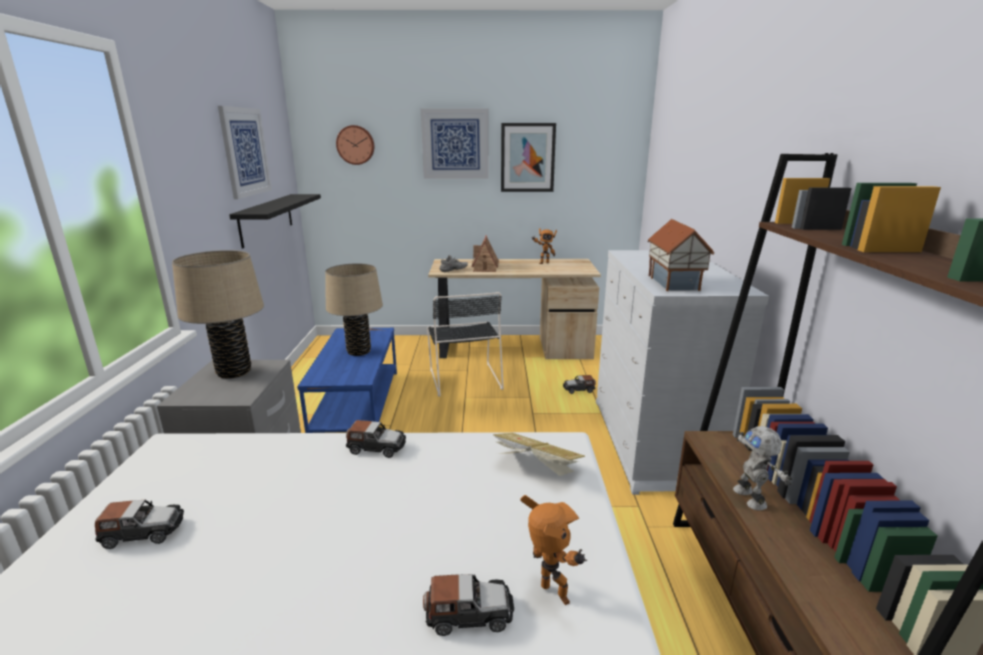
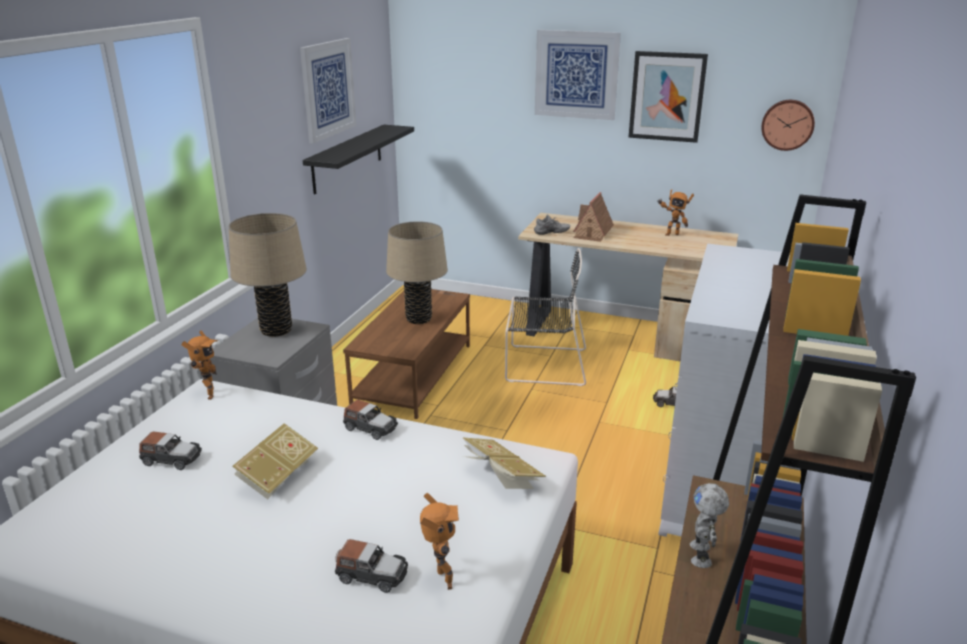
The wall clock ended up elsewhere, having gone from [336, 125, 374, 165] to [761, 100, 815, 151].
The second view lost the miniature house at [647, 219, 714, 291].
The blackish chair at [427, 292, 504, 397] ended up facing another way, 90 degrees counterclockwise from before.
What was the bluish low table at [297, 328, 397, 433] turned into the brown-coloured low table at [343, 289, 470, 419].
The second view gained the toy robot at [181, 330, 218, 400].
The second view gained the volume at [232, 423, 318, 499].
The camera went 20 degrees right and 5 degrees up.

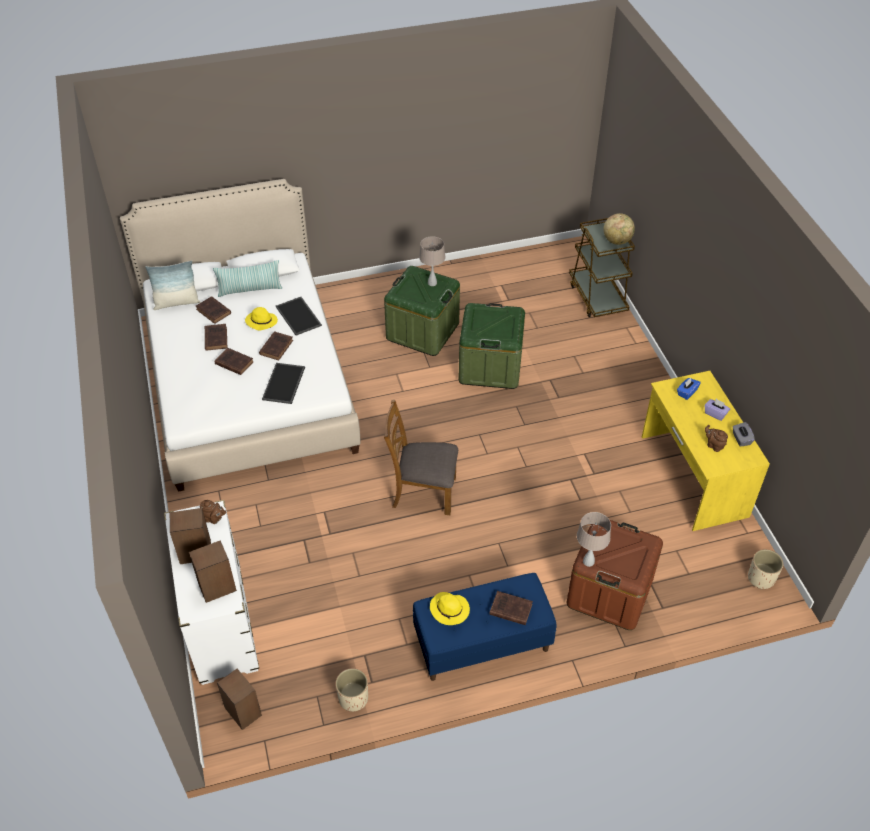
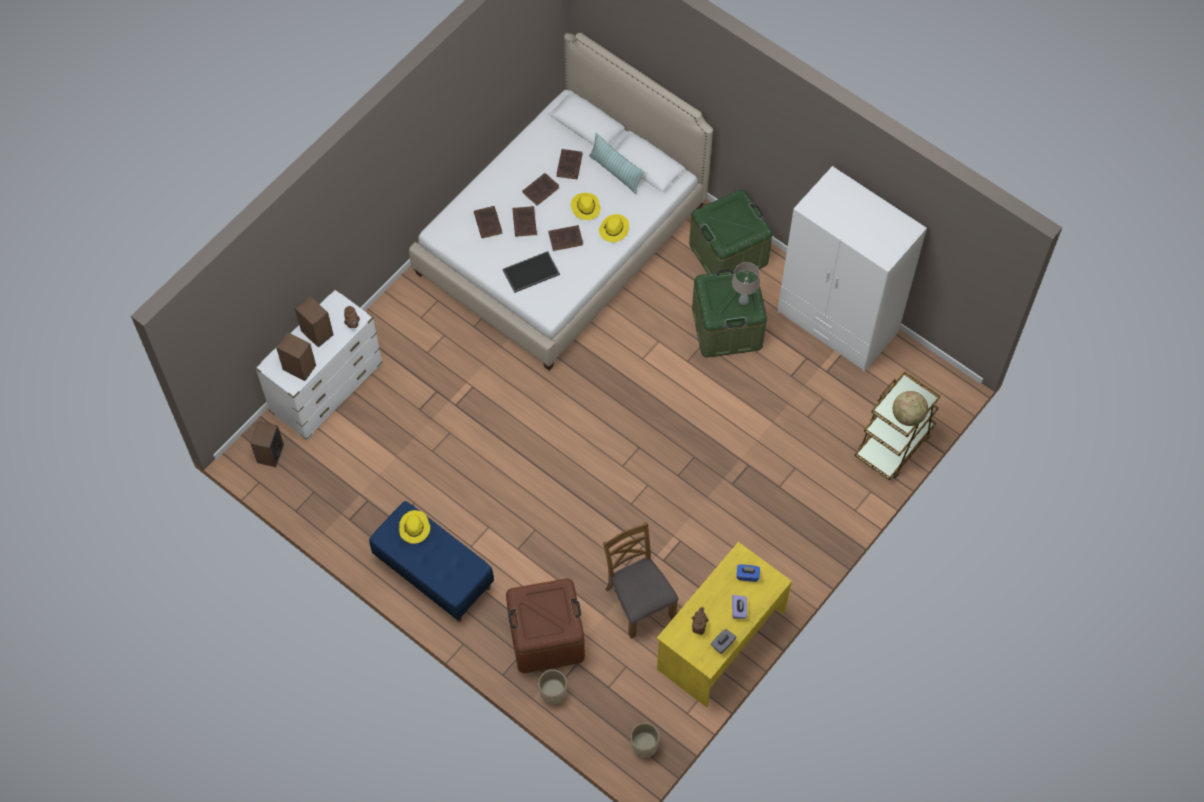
The second view lost the pillow at [145, 260, 200, 310].
Where the serving tray stood at [276, 297, 322, 335], the yellow wearable hat came to stand at [599, 214, 629, 242].
The greenish storage box ended up elsewhere, having gone from [458, 303, 525, 389] to [689, 190, 773, 274].
The brown-coloured chair ended up elsewhere, having gone from [384, 400, 458, 515] to [603, 522, 678, 639].
The second view lost the beige tabletop lamp at [577, 512, 611, 567].
The brown-coloured volume ended up elsewhere, having gone from [489, 591, 533, 625] to [474, 206, 502, 238].
The beige flower pot ended up elsewhere, having gone from [335, 668, 368, 712] to [538, 670, 567, 705].
The second view gained the white-coloured clothes cupboard at [777, 166, 927, 372].
The camera went 55 degrees right and 15 degrees up.

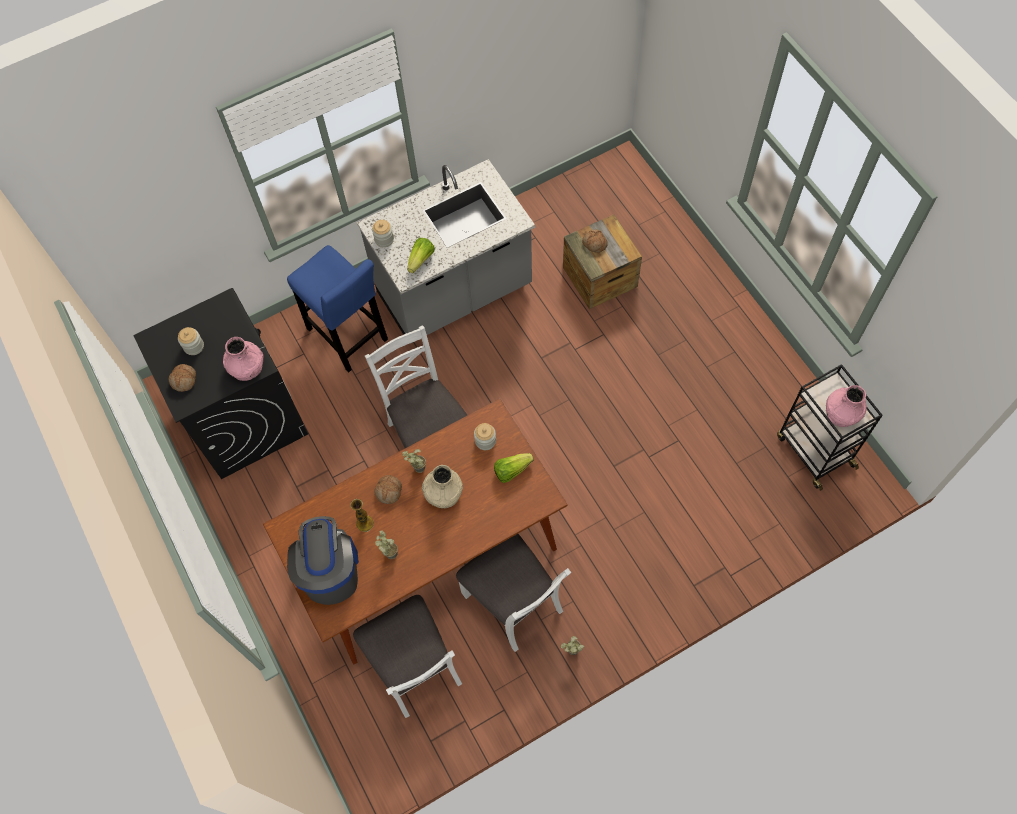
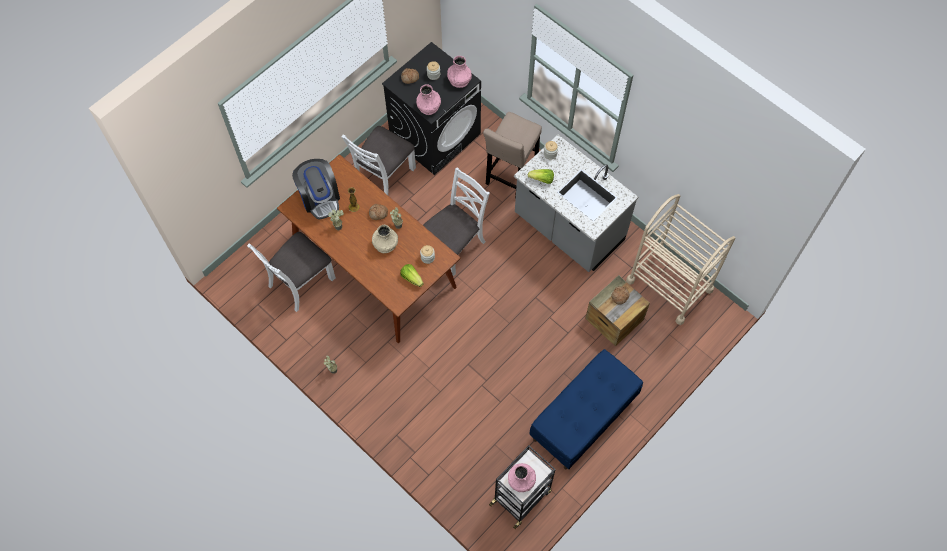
What was the bluish stool seat at [287, 245, 388, 372] turned into the beige stool seat at [483, 112, 542, 198].
The coffee maker at [287, 516, 359, 605] ended up facing another way, 90 degrees clockwise from before.
The white-coloured chair ended up elsewhere, having gone from [456, 534, 571, 652] to [342, 126, 416, 195].
The second view gained the pinkish vase at [447, 56, 472, 88].
The second view gained the beige trolley at [626, 194, 735, 325].
The second view gained the bluish indoor bench at [529, 349, 643, 469].
The camera went 70 degrees right and 0 degrees up.

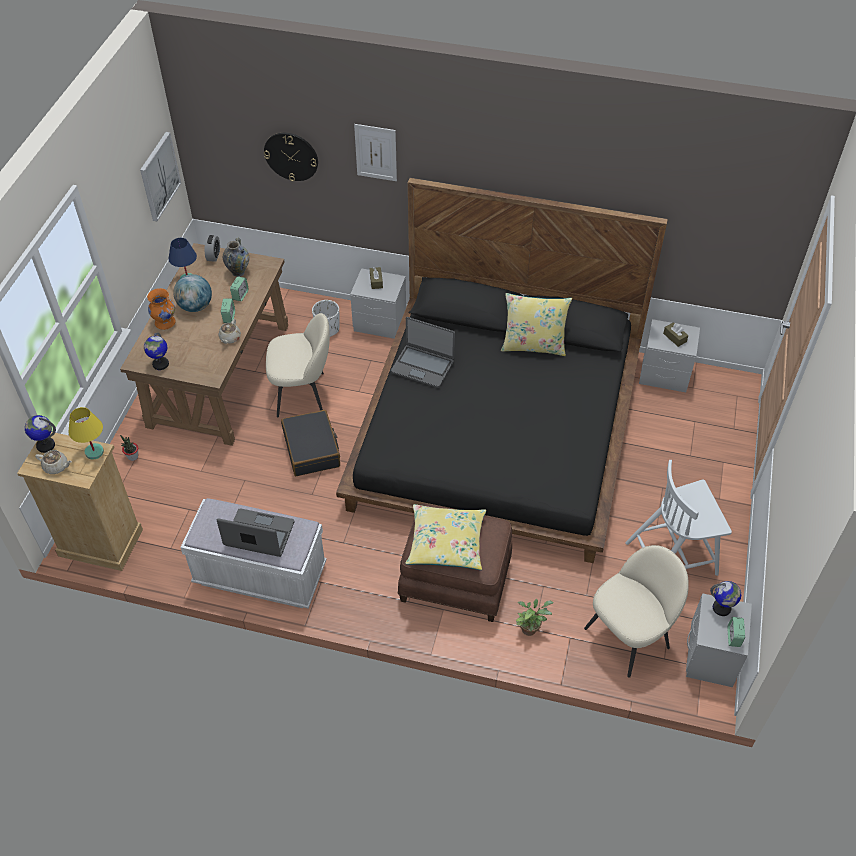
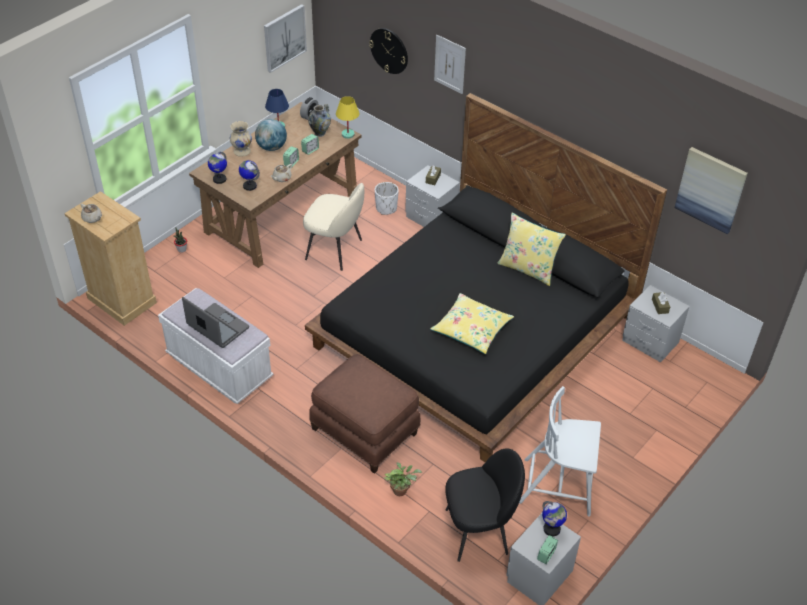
What was the orange-coloured vase at [147, 288, 175, 330] turned into the beige vase at [230, 121, 252, 157].
The second view lost the laptop at [391, 317, 455, 388].
The yellow tabletop lamp ended up elsewhere, having gone from [69, 407, 104, 459] to [336, 96, 359, 139].
The second view lost the blackish suitcase at [281, 410, 340, 476].
The globe ended up elsewhere, having gone from [25, 415, 56, 453] to [239, 160, 260, 191].
The yellow pillow ended up elsewhere, having gone from [405, 504, 486, 570] to [430, 293, 514, 354].
What was the beige chair at [584, 545, 689, 678] turned into the blackish chair at [445, 448, 525, 562].
The second view gained the wall art at [675, 147, 748, 234].
The camera went 25 degrees right and 5 degrees down.

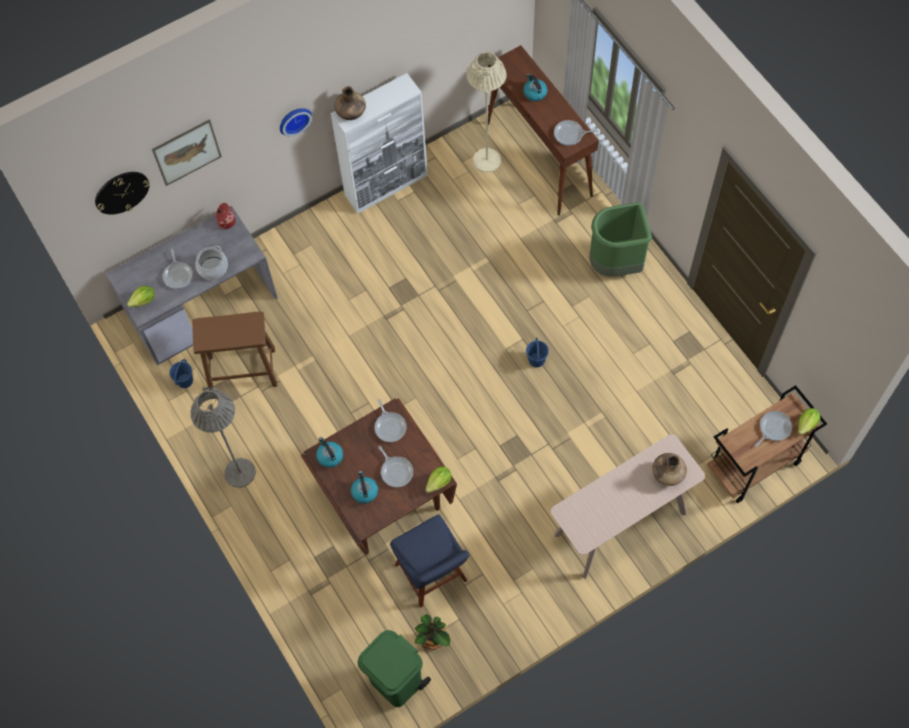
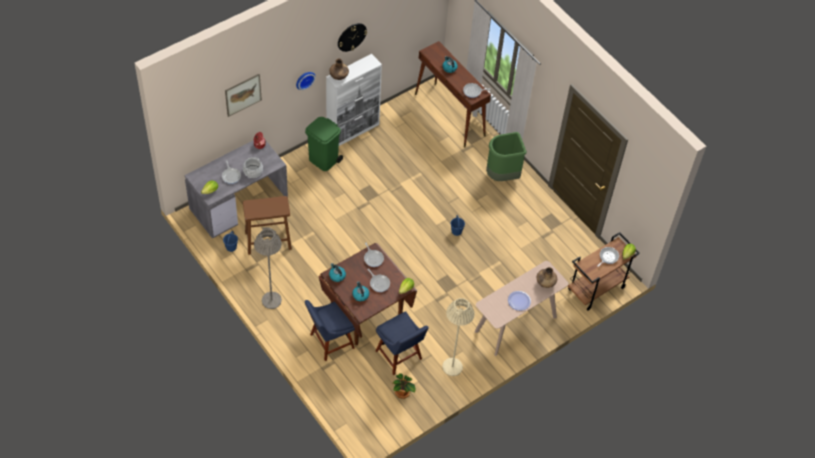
The beige standing lamp ended up elsewhere, having gone from [467, 52, 507, 172] to [442, 298, 475, 376].
The wall clock ended up elsewhere, having gone from [95, 172, 150, 215] to [338, 23, 367, 52].
The greenish trash can ended up elsewhere, having gone from [357, 630, 431, 707] to [305, 117, 343, 171].
The second view gained the flat dish at [508, 291, 531, 311].
The second view gained the bluish chair at [305, 300, 355, 361].
The camera went 10 degrees left and 10 degrees down.

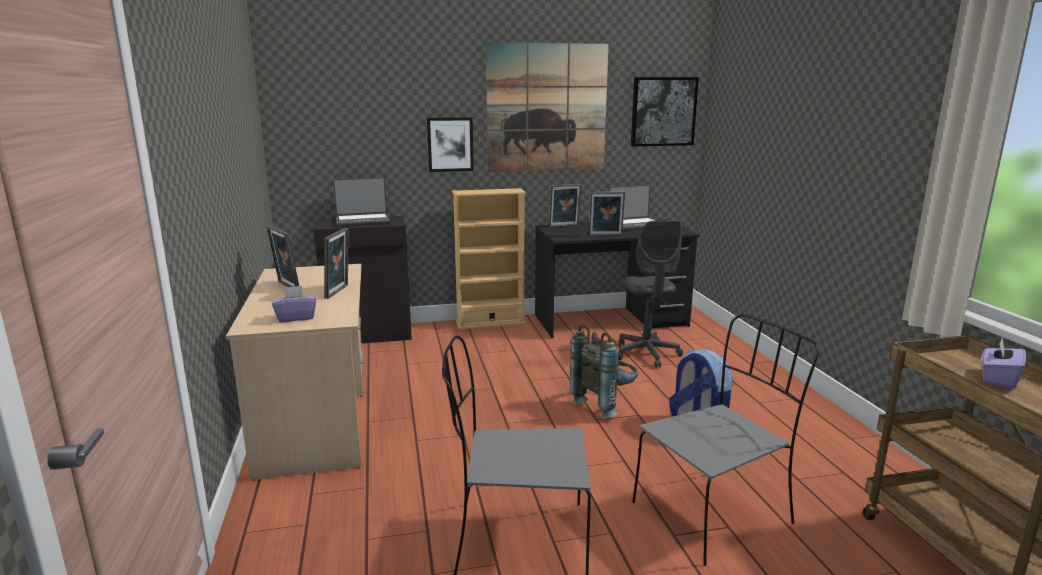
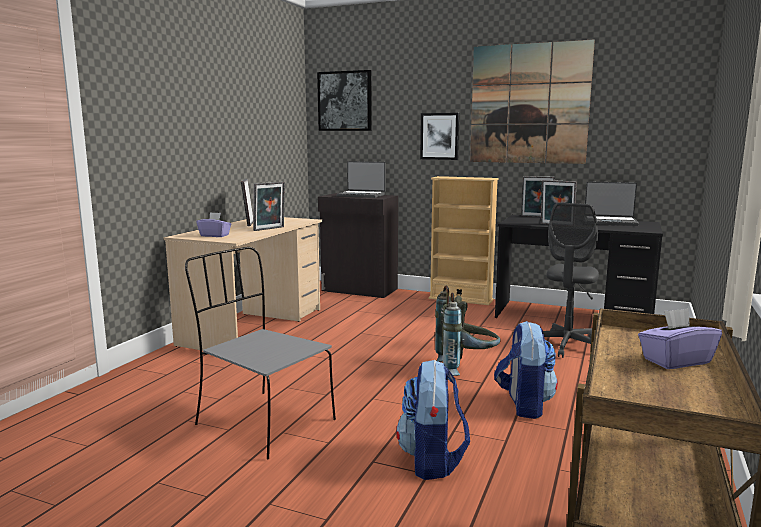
The wall art ended up elsewhere, having gone from [631, 77, 699, 146] to [317, 70, 372, 131].
Where the greyish chair stood at [632, 314, 819, 566], the backpack came to stand at [396, 360, 470, 480].
The camera went 35 degrees right and 5 degrees down.

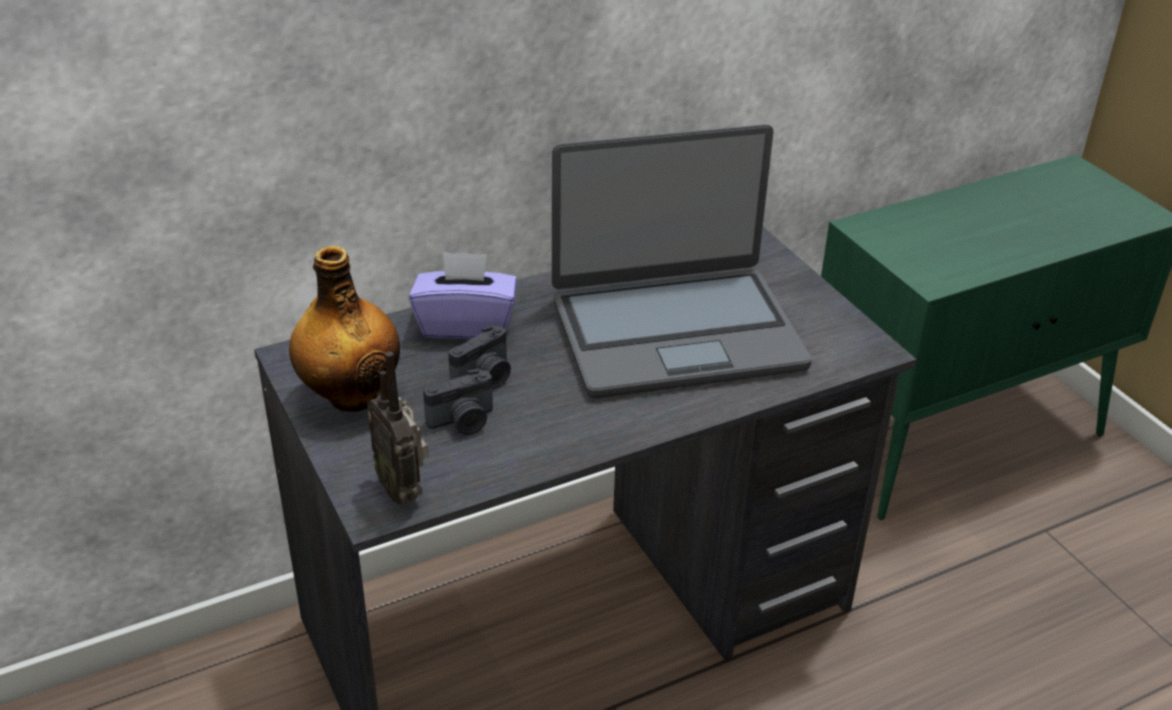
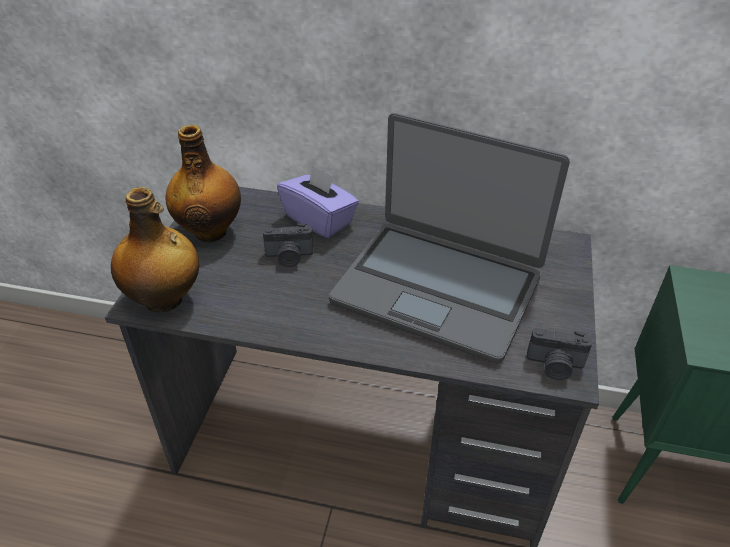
Where the radio stood at [367, 352, 429, 505], the bottle came to stand at [111, 187, 199, 312].
The still camera ended up elsewhere, having gone from [423, 368, 493, 435] to [527, 328, 592, 380].
The camera went 40 degrees right and 5 degrees up.

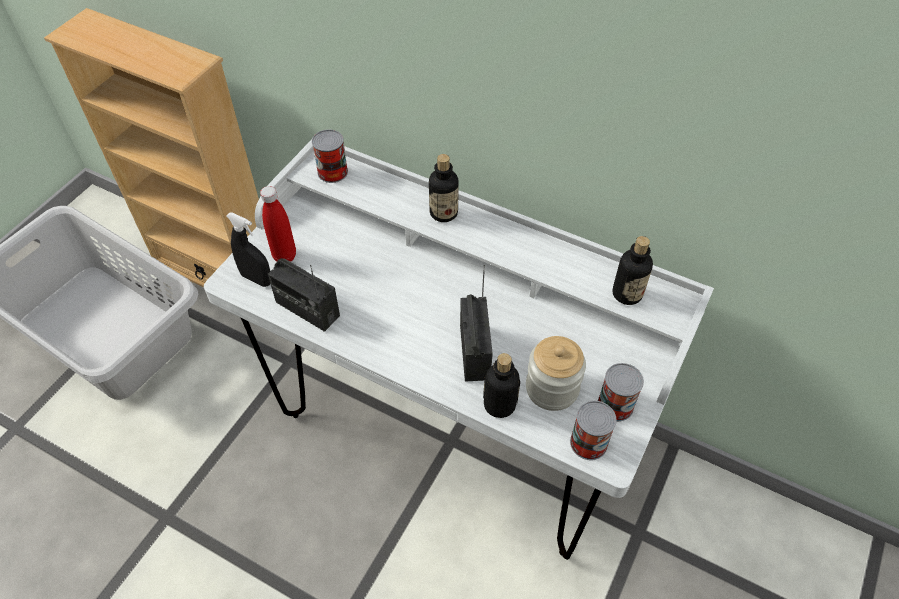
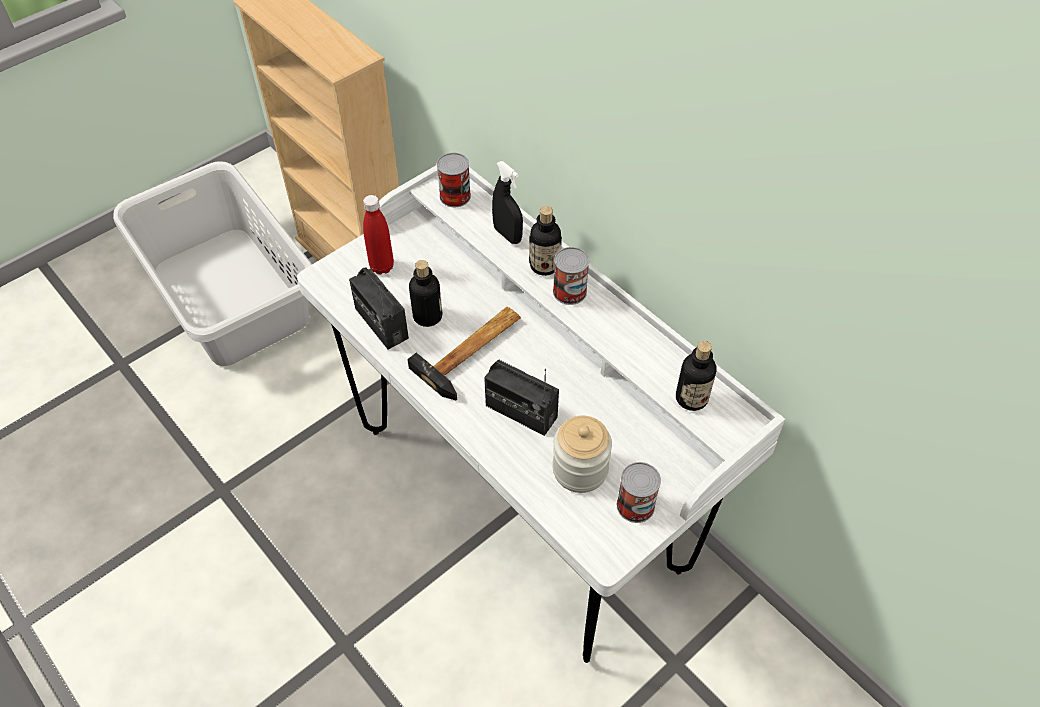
The blackish sprayer ended up elsewhere, having gone from [226, 213, 270, 287] to [492, 161, 523, 244].
The radio at [460, 265, 493, 382] ended up facing another way, 105 degrees clockwise from before.
The bottle ended up elsewhere, having gone from [483, 353, 520, 418] to [409, 260, 442, 327].
The can ended up elsewhere, having gone from [570, 401, 617, 460] to [553, 247, 589, 305].
The second view gained the tool hammer at [407, 307, 521, 400].
The camera went 20 degrees right and 0 degrees up.

